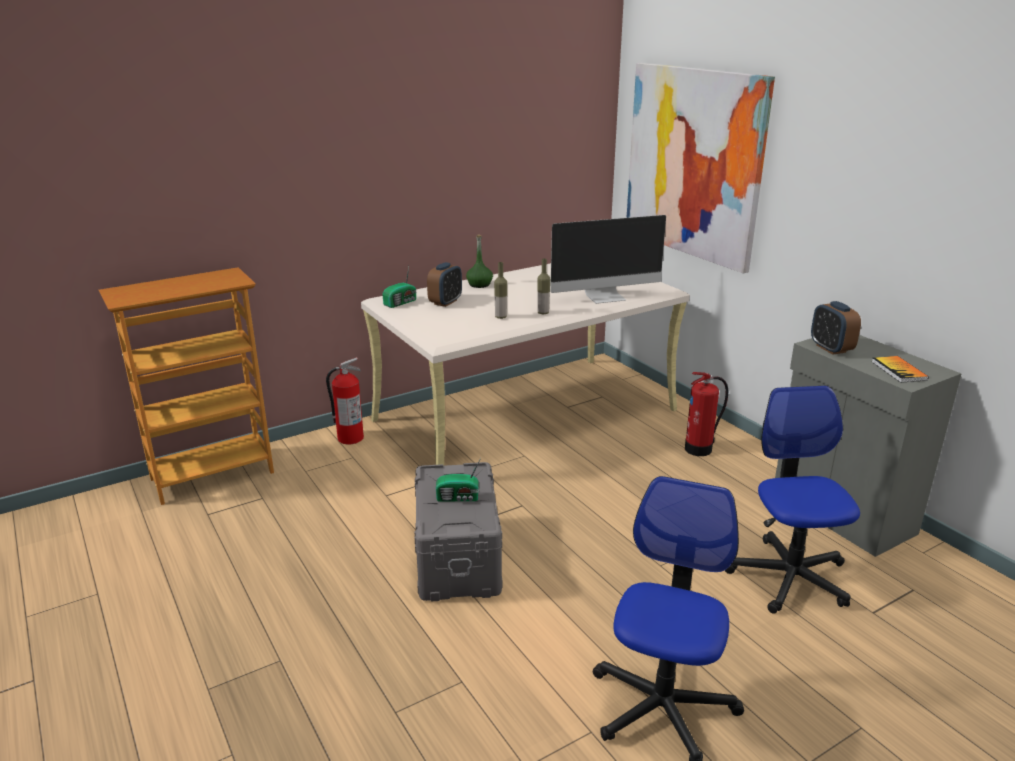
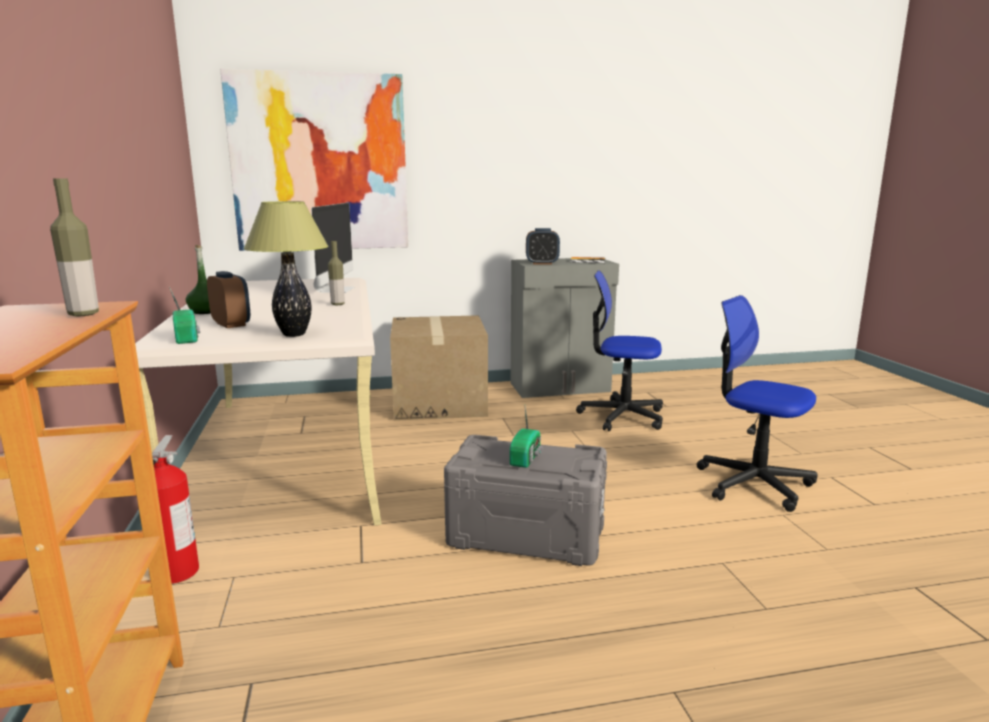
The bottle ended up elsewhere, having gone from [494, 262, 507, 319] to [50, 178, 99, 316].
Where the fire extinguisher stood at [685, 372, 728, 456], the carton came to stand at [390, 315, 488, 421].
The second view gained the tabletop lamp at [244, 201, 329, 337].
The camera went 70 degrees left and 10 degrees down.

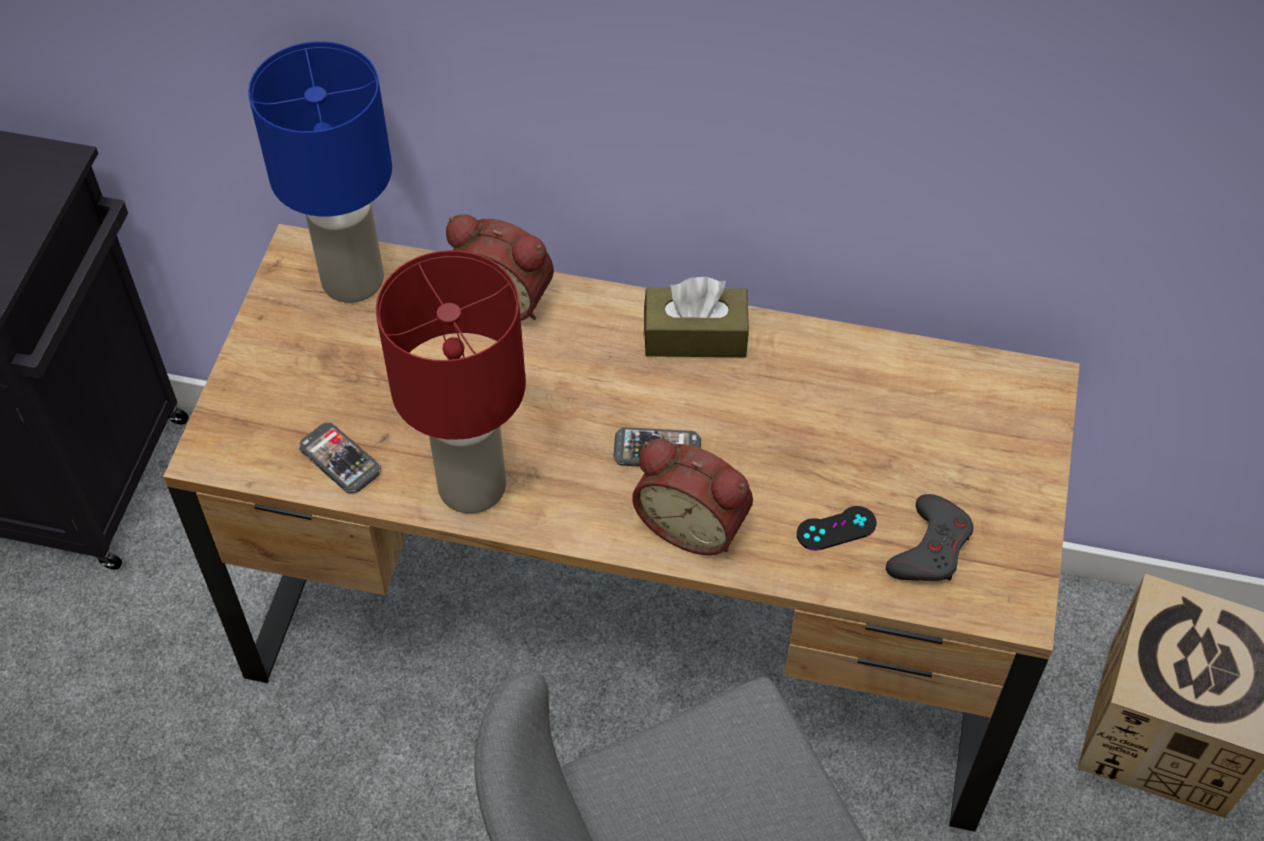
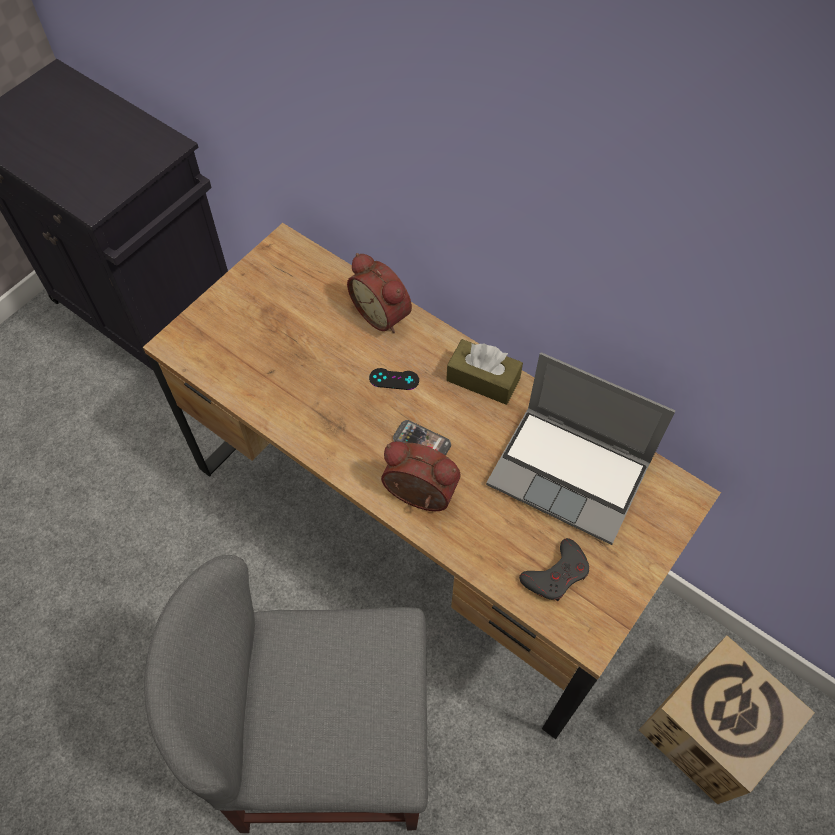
The second view lost the bluish tabletop lamp at [248, 41, 392, 303].
The second view lost the reddish tabletop lamp at [376, 250, 526, 514].
The second view lost the handset at [299, 423, 381, 493].
The bedside clock at [632, 439, 753, 555] ended up facing another way, 150 degrees clockwise from before.
The blackish game controller ended up elsewhere, having gone from [797, 506, 876, 551] to [369, 368, 419, 390].
The second view gained the laptop at [486, 352, 675, 545].
The camera went 25 degrees right and 5 degrees up.

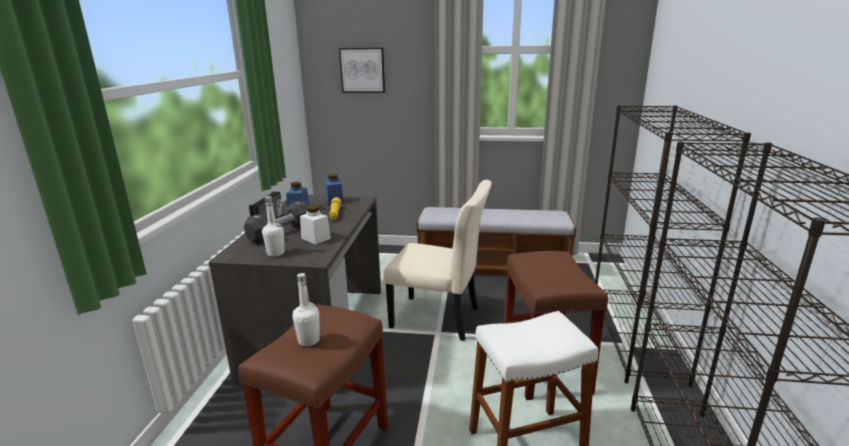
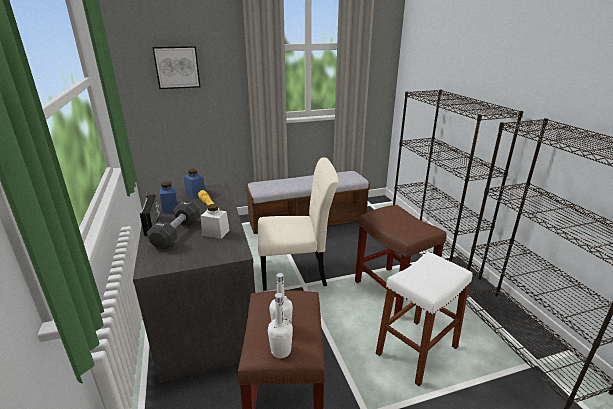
The white-coloured bottle ended up elsewhere, having gone from [262, 196, 285, 257] to [268, 293, 293, 358].
The camera went 25 degrees left and 5 degrees up.

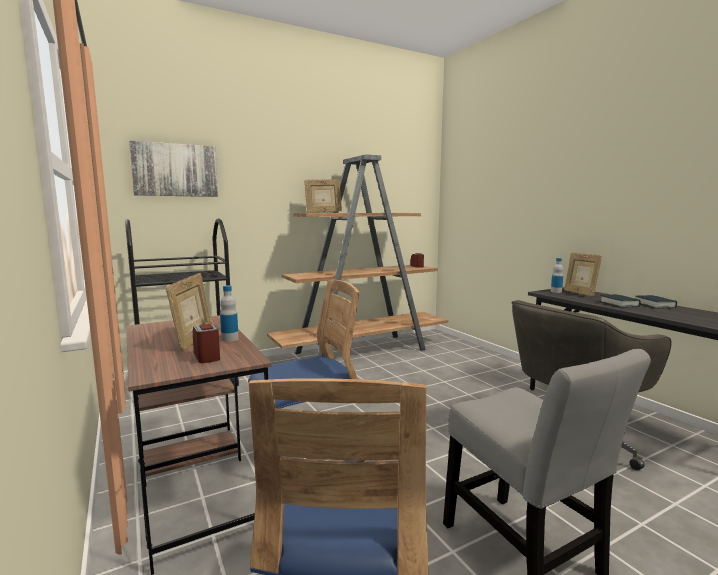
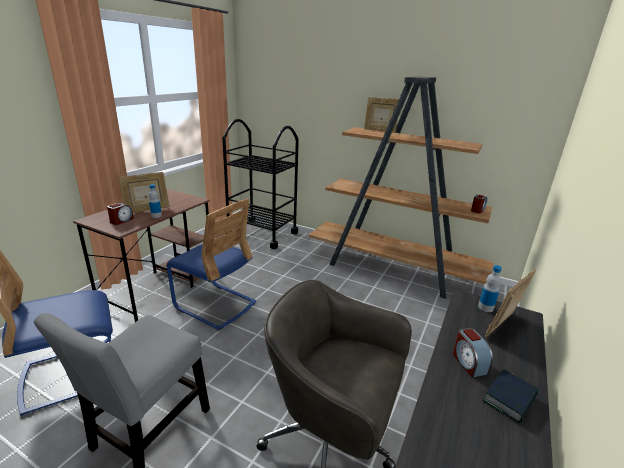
The second view lost the wall art at [129, 140, 218, 197].
Where the volume stood at [600, 294, 641, 308], the bedside clock came to stand at [453, 328, 493, 378].
The camera went 55 degrees right and 15 degrees up.

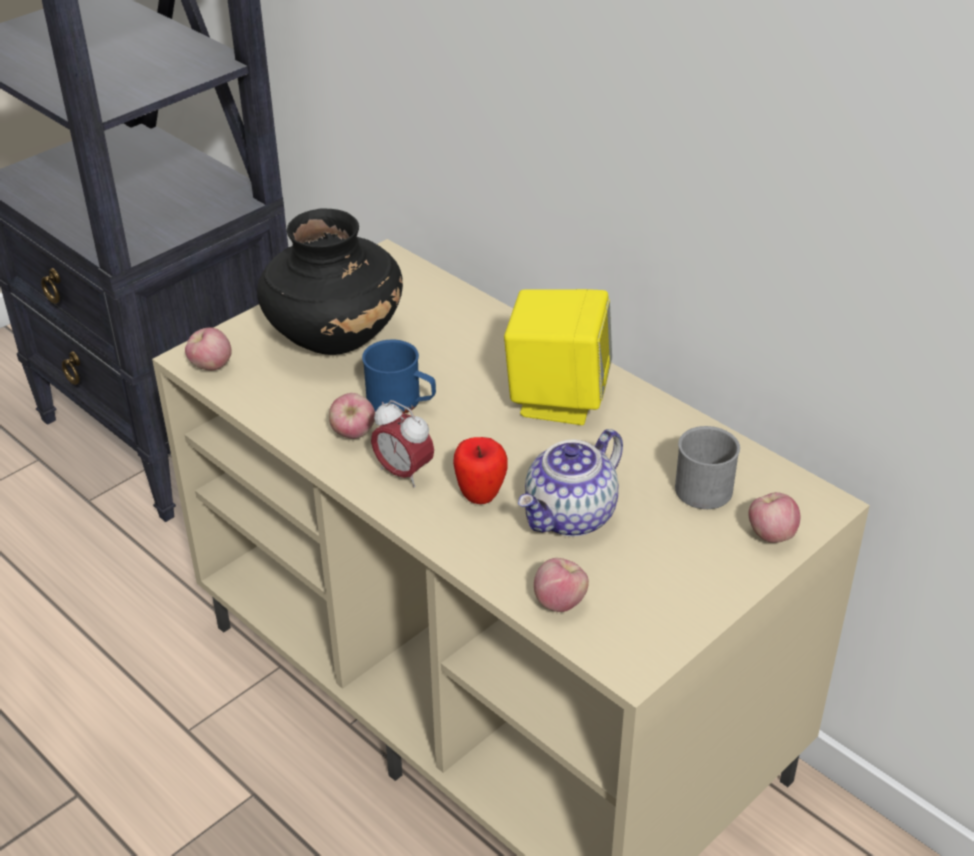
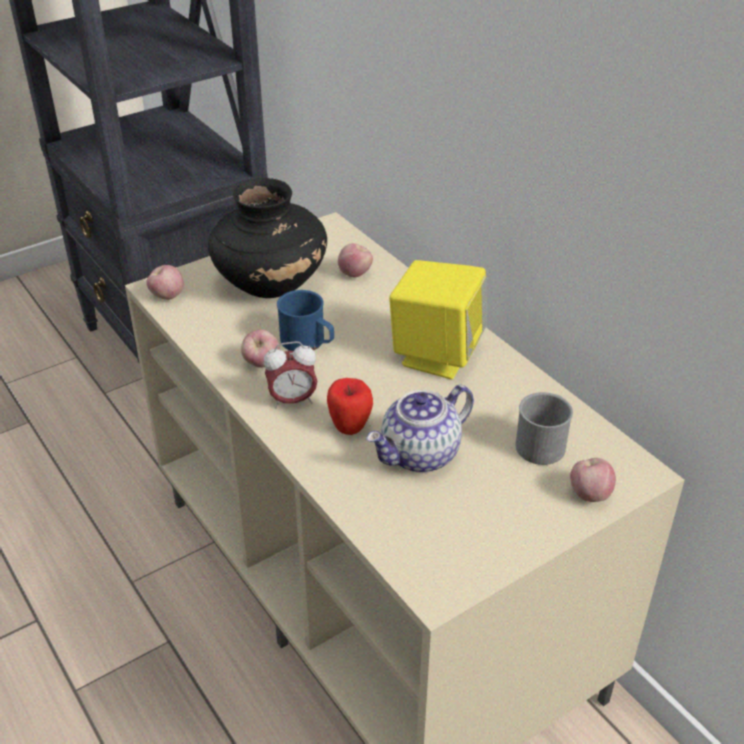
The bedside clock at [371, 400, 434, 488] ended up facing another way, 60 degrees counterclockwise from before.
The apple fruit ended up elsewhere, having gone from [534, 558, 589, 612] to [338, 243, 373, 278].
The camera went 10 degrees right and 0 degrees up.

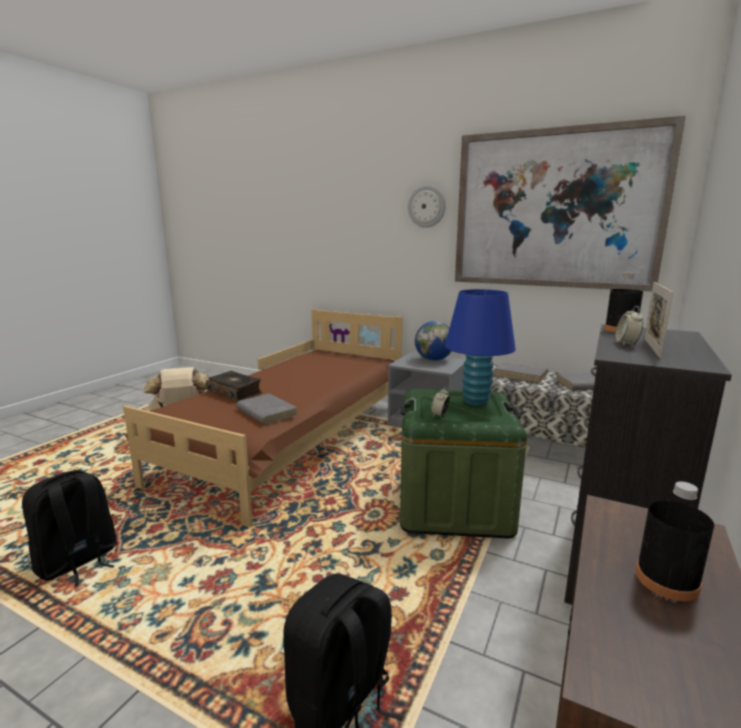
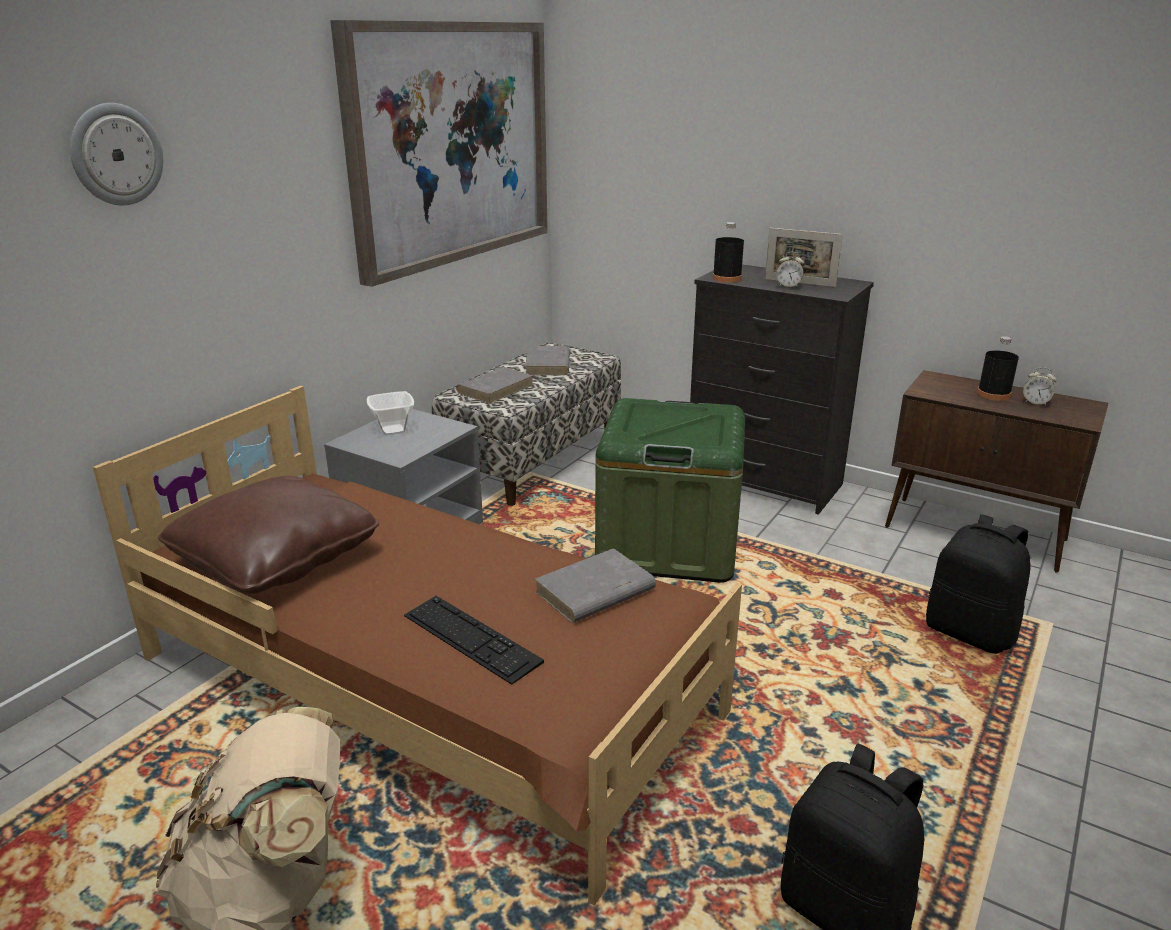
The wall clock ended up elsewhere, having gone from [408, 185, 446, 228] to [70, 103, 163, 205].
The second view lost the bluish tabletop lamp at [445, 289, 516, 406].
Where the globe stood at [415, 321, 452, 361], the deep dish came to stand at [367, 391, 414, 435].
Where the volume stood at [206, 371, 263, 402], the PC keyboard came to stand at [404, 596, 544, 685].
The bedside clock ended up elsewhere, having gone from [431, 387, 450, 417] to [1023, 367, 1057, 406].
The second view gained the brown-coloured pillow at [158, 476, 379, 594].
The camera went 85 degrees left and 10 degrees up.

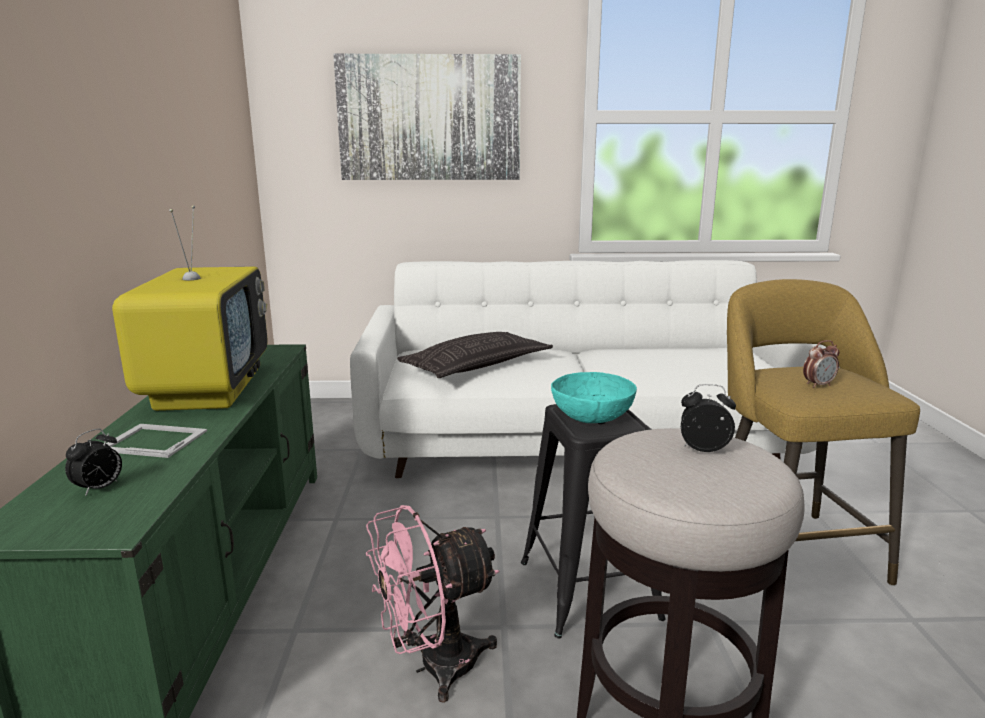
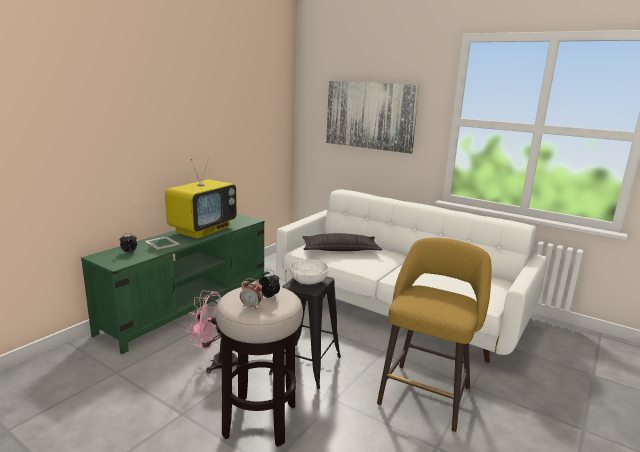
The bedside clock ended up elsewhere, having gone from [803, 340, 839, 388] to [240, 278, 263, 309].
What was the turquoise-coloured deep dish at [551, 372, 637, 423] turned into the white-coloured deep dish at [290, 259, 329, 284].
The camera went 35 degrees right and 0 degrees up.

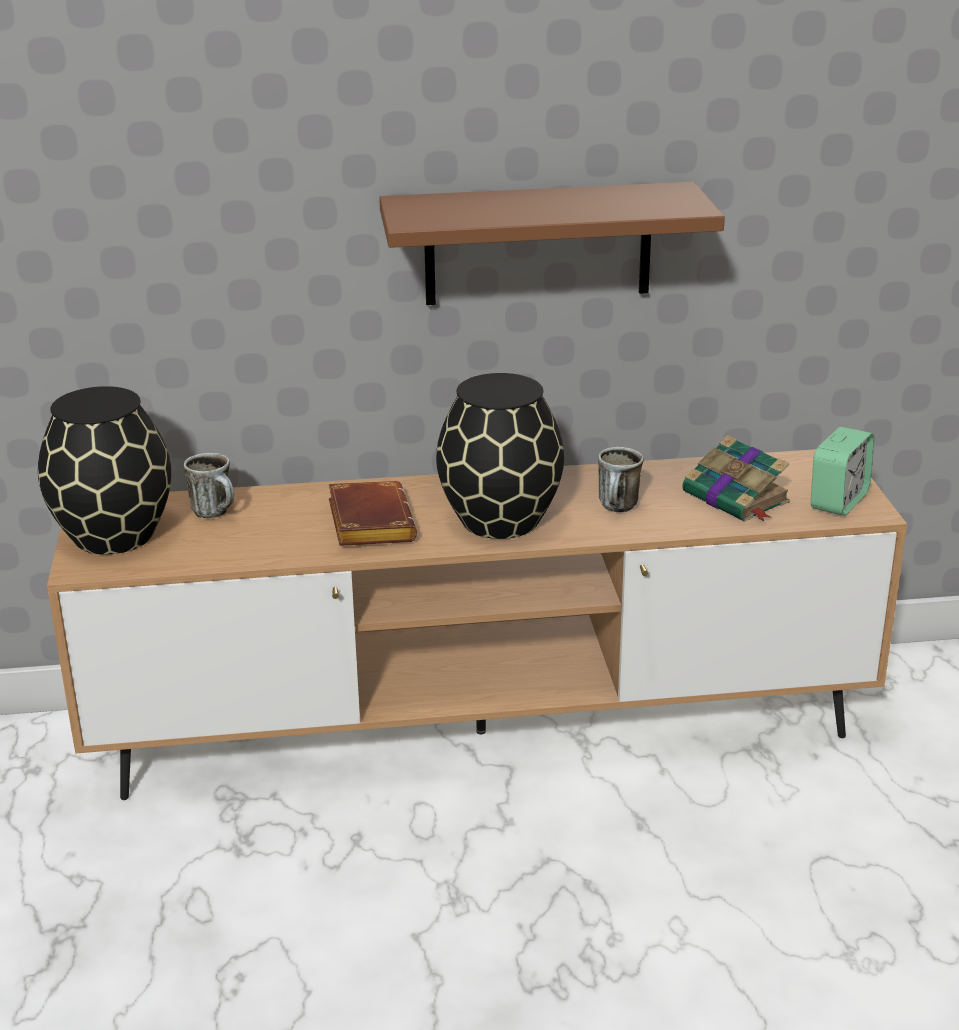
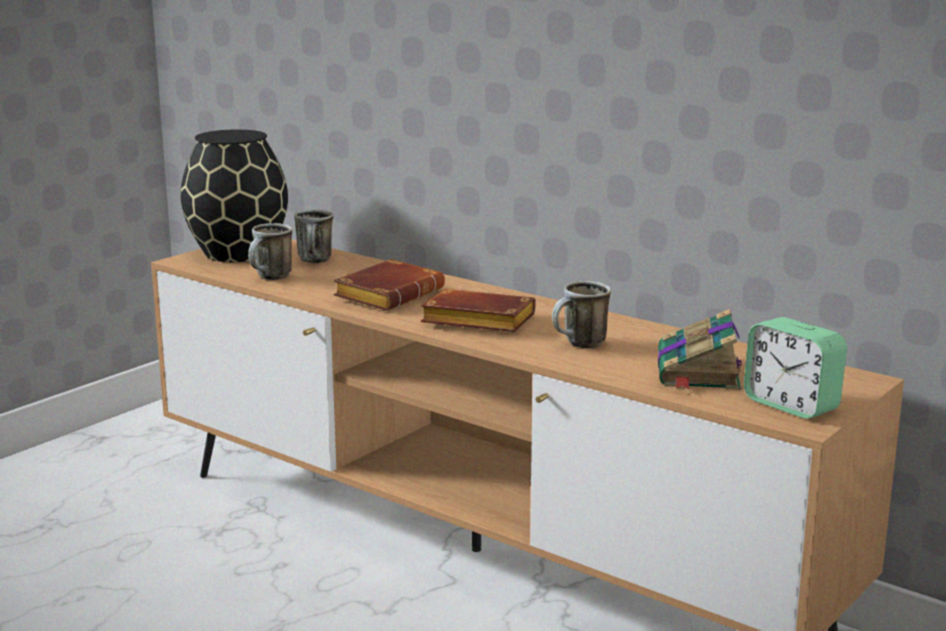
The second view lost the brown-coloured wall shelf at [379, 182, 725, 305].
Where the blackish vase stood at [436, 373, 564, 539], the brown-coloured volume came to stand at [421, 289, 536, 332].
The bedside clock at [811, 427, 874, 516] ended up facing another way, 60 degrees clockwise from before.
The second view gained the coffee mug at [248, 223, 292, 280].
The camera went 45 degrees right and 10 degrees down.

